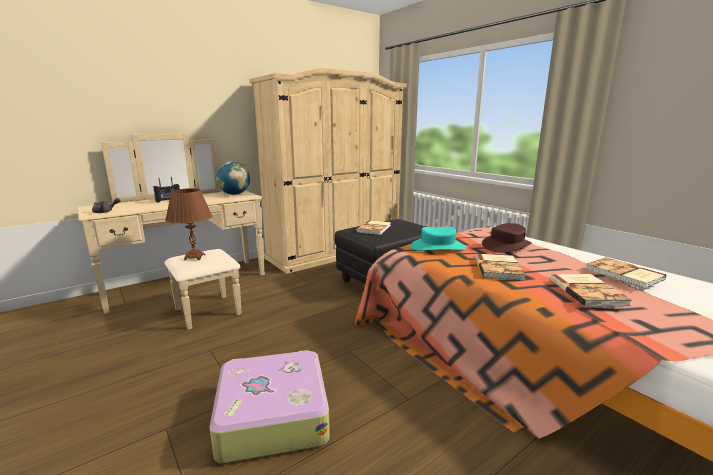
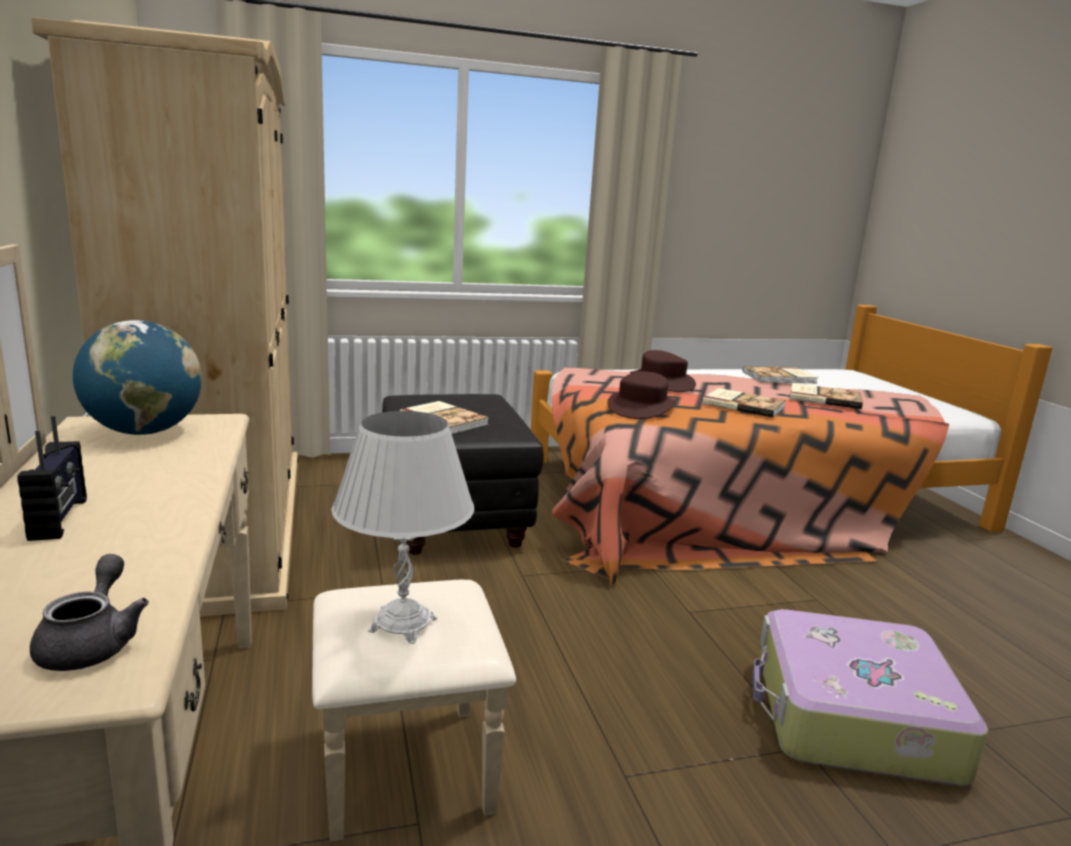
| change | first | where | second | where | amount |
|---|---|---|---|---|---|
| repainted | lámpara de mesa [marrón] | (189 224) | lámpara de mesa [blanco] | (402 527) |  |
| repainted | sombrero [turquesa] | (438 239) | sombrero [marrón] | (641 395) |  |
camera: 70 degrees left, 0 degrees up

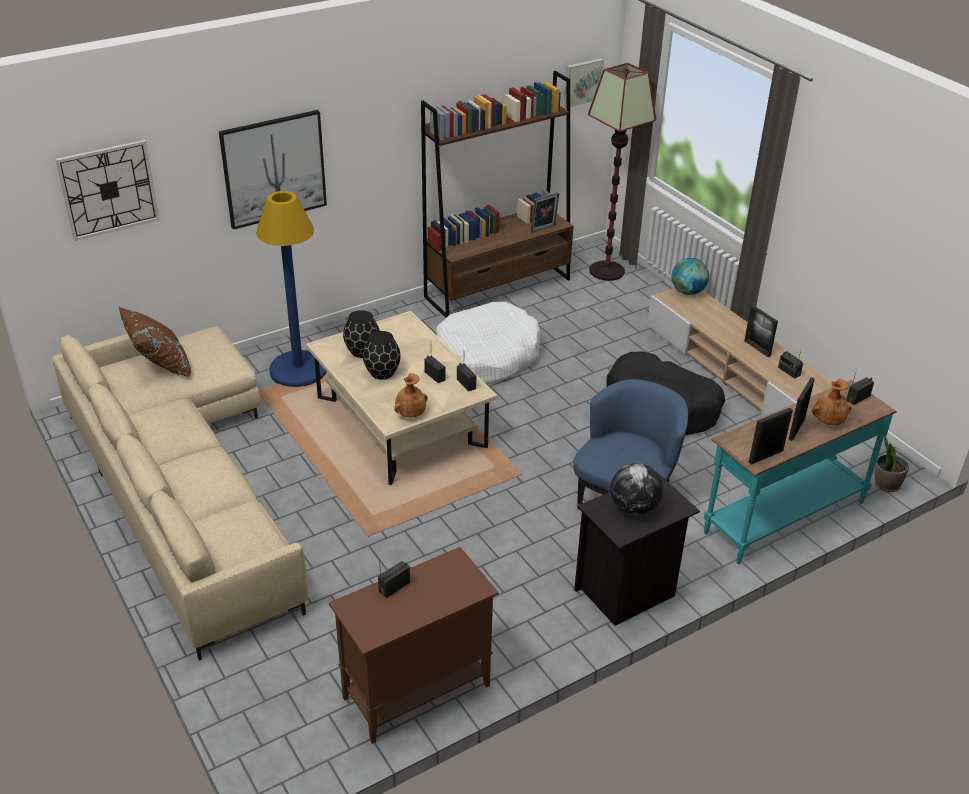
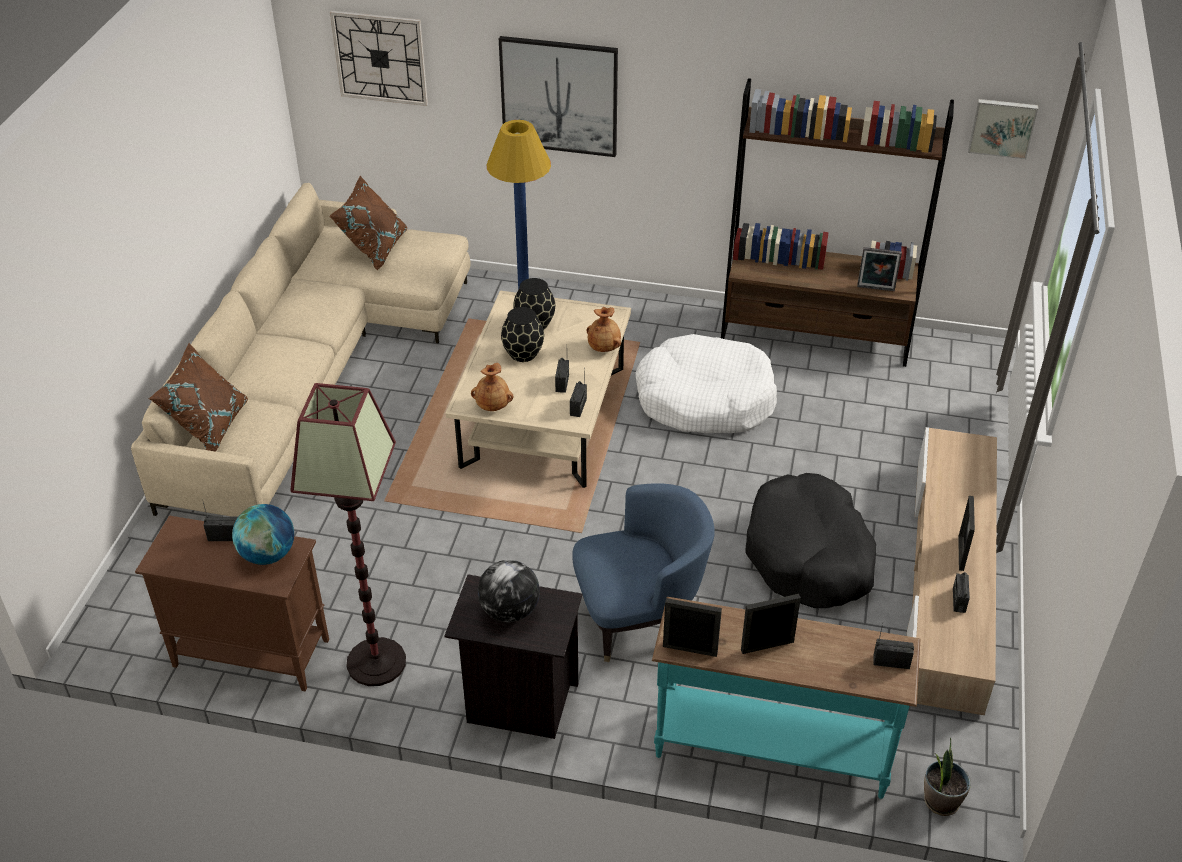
| change | first | where | second | where | amount |
|---|---|---|---|---|---|
| new |  |  | cojín [marrón] | (198 397) |  |
| shifted | lámpara de pie | (622 172) |  | (348 534) |  |
| shifted | globo terráqueo | (690 276) |  | (263 534) |  |
| shifted | florero [marrón] | (832 402) |  | (604 329) |  |
camera: 45 degrees right, 5 degrees up

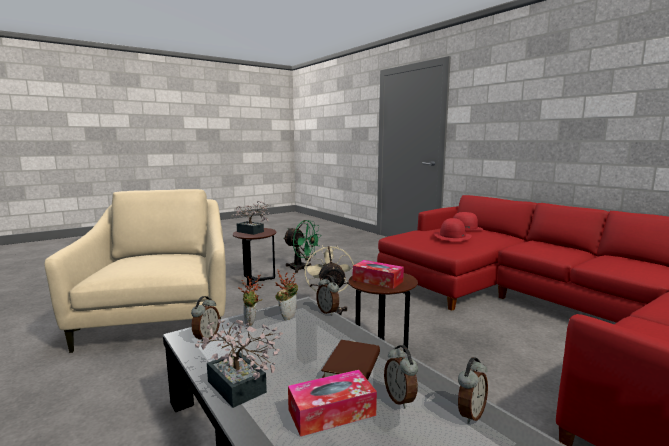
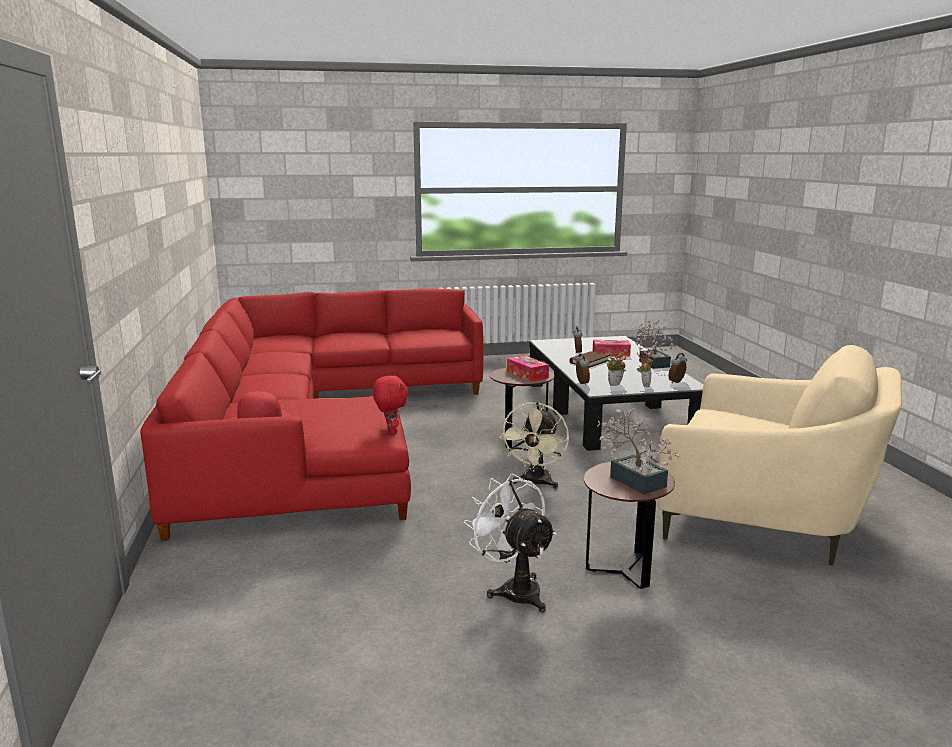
| change | first | where | second | where | amount |
|---|---|---|---|---|---|
| gone | sombrero [rojo] | (453 229) |  |  |  |
| gone | despertador | (473 390) |  |  |  |
| new |  |  | peluche [rojo] | (390 405) |  |
| repainted | ventilador [verde] | (302 246) | ventilador [blanco] | (510 542) |  |
| rotated | sillón [beis] | (135 271) |  | (780 455) | 75 degrees counterclockwise |
camera: 155 degrees left, 5 degrees up

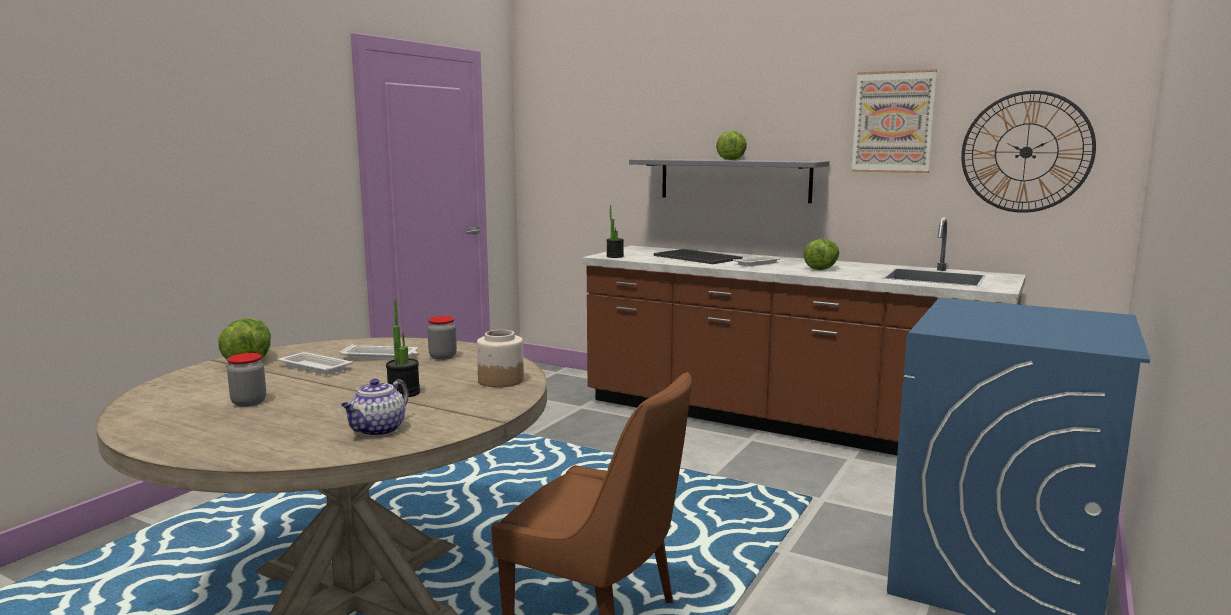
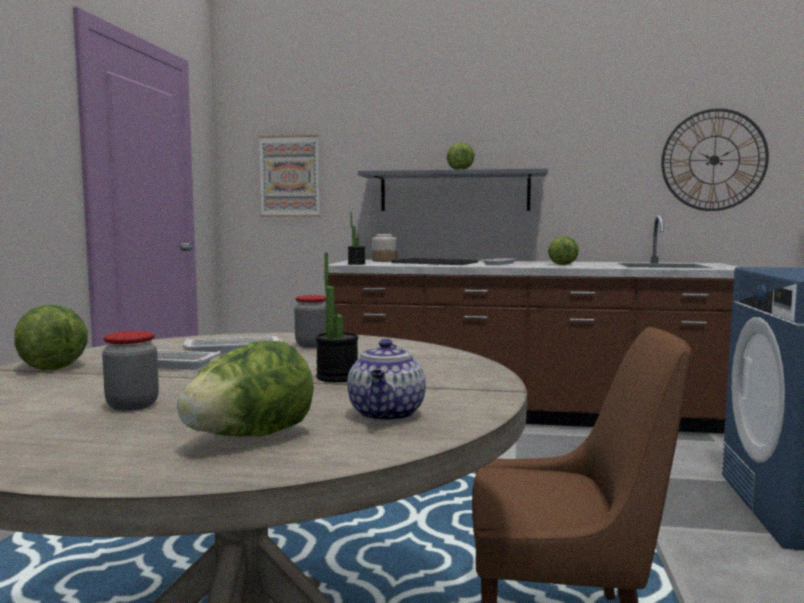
| change | first | where | second | where | amount |
|---|---|---|---|---|---|
| new |  |  | lechuga | (245 388) |  |
| shifted | tarro | (500 359) |  | (384 248) |  |
| shifted | cuadro | (894 121) |  | (289 176) |  |
camera: 20 degrees left, 5 degrees down

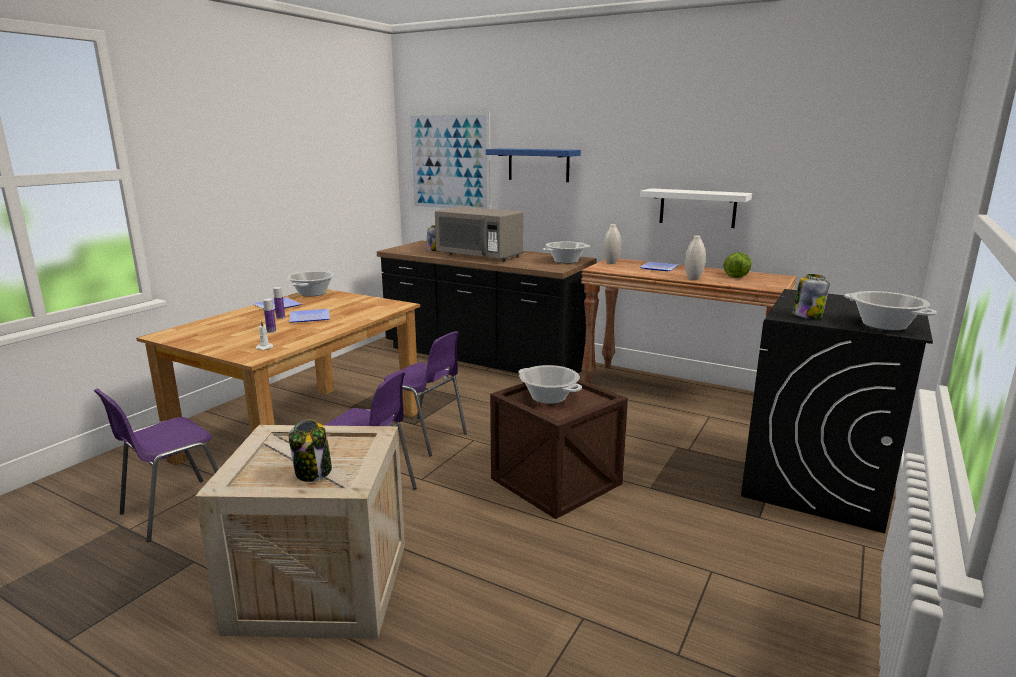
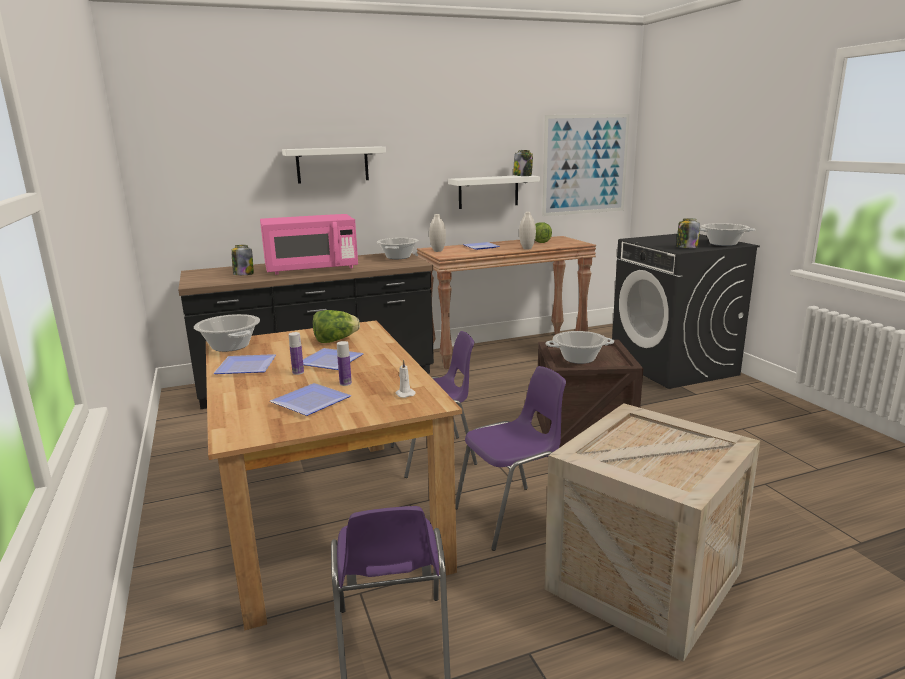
| change | first | where | second | where | amount |
|---|---|---|---|---|---|
| new |  |  | plato | (310 399) |  |
| new |  |  | lechuga | (336 326) |  |
| shifted | tarro | (310 451) |  | (523 163) |  |
| shifted | cuadro | (449 161) |  | (586 165) |  |
| repainted | microondas [gris] | (479 234) | microondas [rosa] | (309 244) |  |
| repainted | estante [azul] | (533 165) | estante [blanco] | (334 165) |  |
camera: 50 degrees left, 0 degrees up

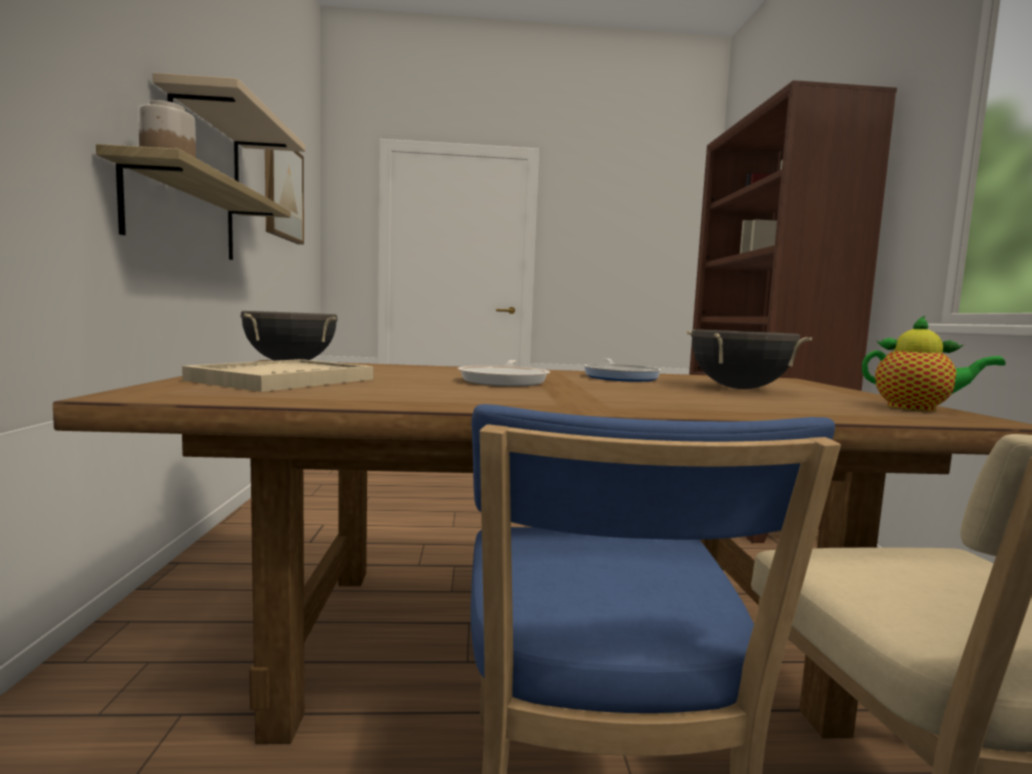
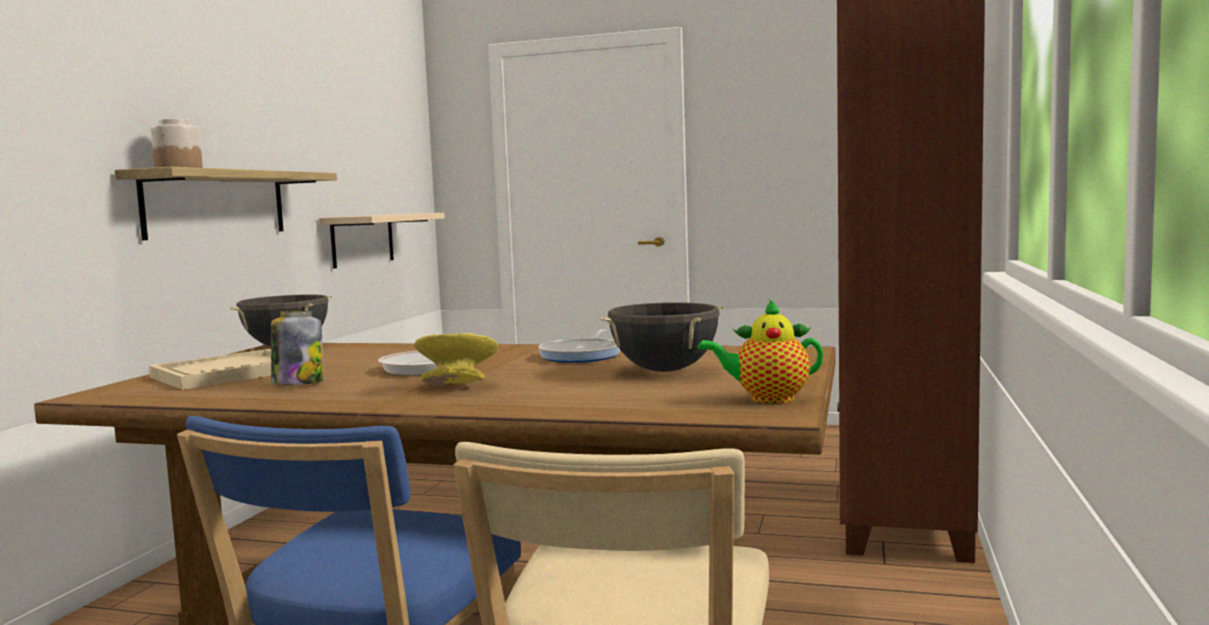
| change | first | where | second | where | amount |
|---|---|---|---|---|---|
| gone | cuadro | (284 197) |  |  |  |
| new |  |  | tarro | (297 348) |  |
| new |  |  | cuenco [amarillo] | (456 359) |  |
| shifted | estante [beis] | (229 127) |  | (382 240) |  |
| rotated | tetera | (934 363) |  | (760 351) | 135 degrees clockwise |
camera: 20 degrees right, 0 degrees up

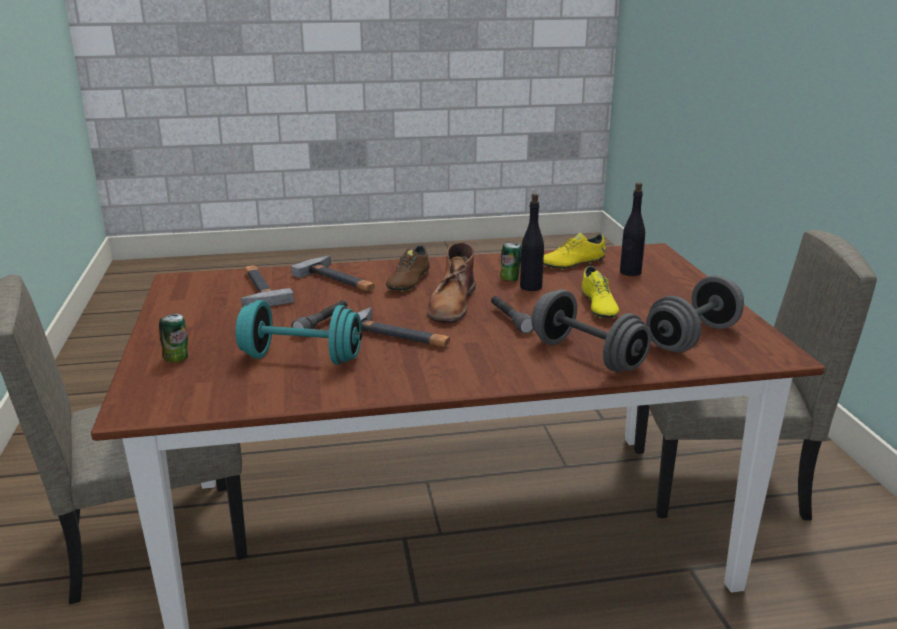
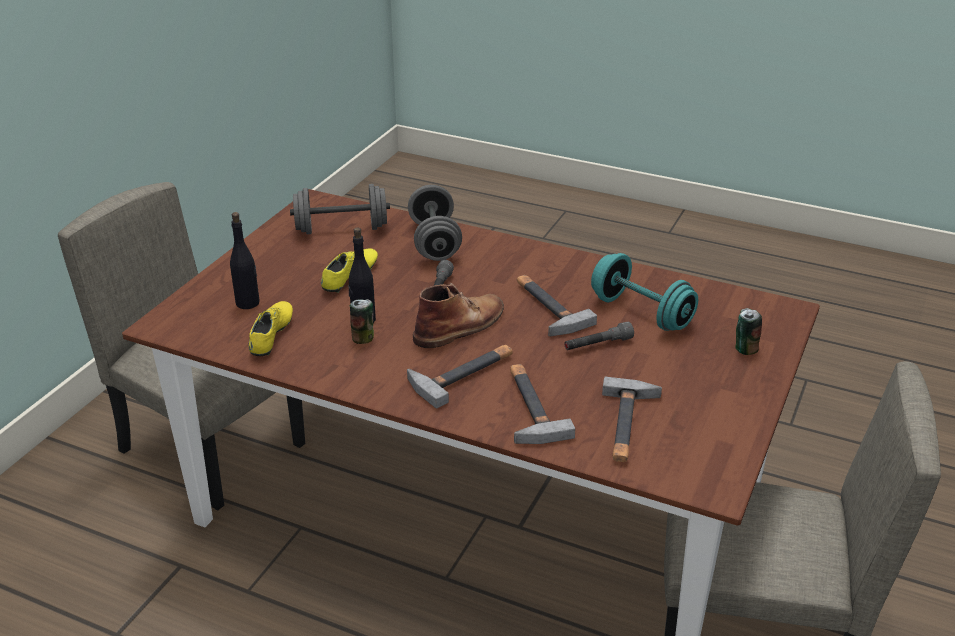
| change | first | where | second | where | amount |
|---|---|---|---|---|---|
| swapped | zapato [marrón] | (408 268) | martillo | (460 376) |  |
| rotated | zapato [amarillo] | (574 251) |  | (270 328) | 90 degrees counterclockwise |
camera: 145 degrees left, 10 degrees up

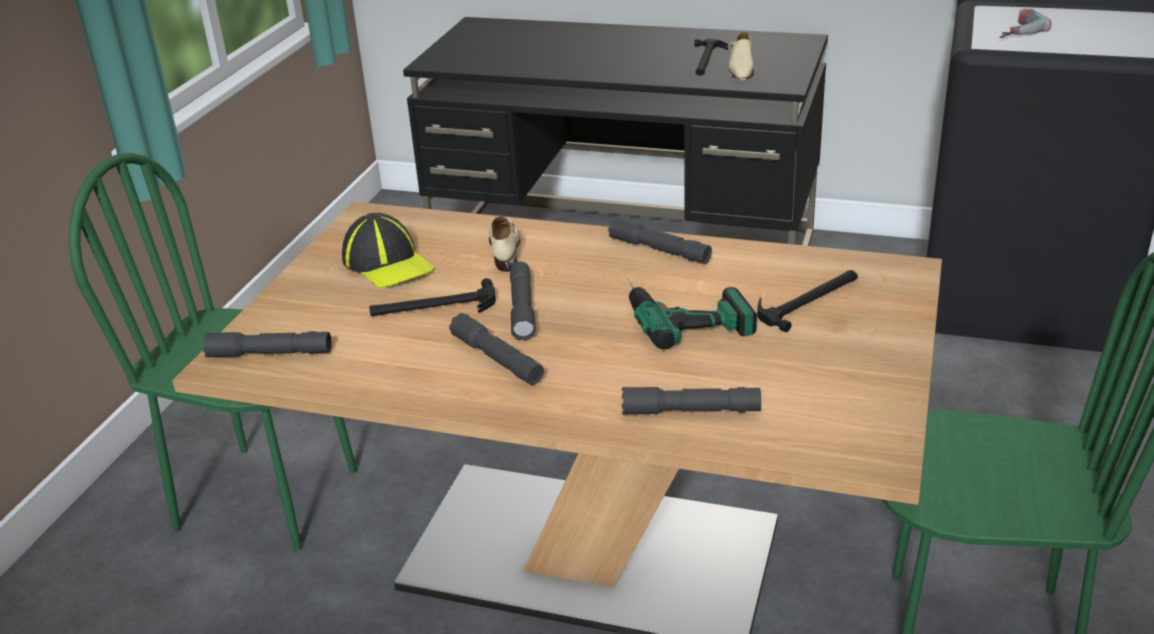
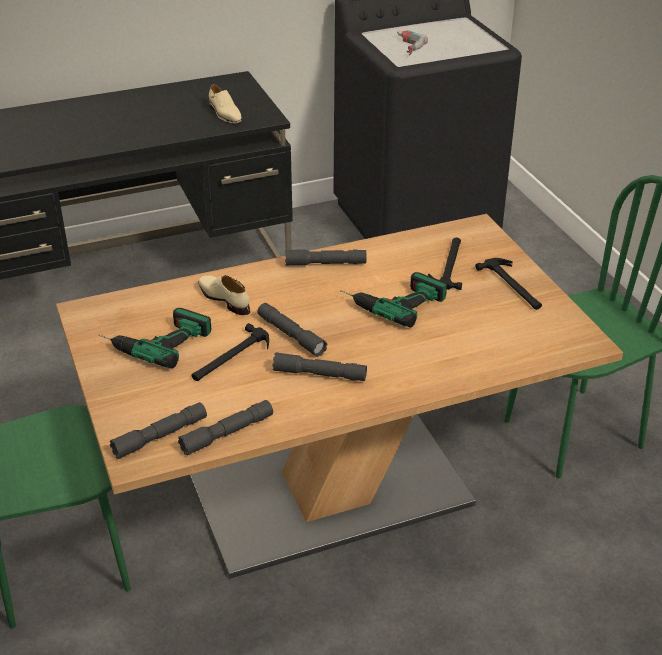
| change | first | where | second | where | amount |
|---|---|---|---|---|---|
| shifted | linterna [gris] | (691 401) |  | (225 428) |  |
| shifted | martillo | (711 57) |  | (508 284) |  |
| swapped | gorra | (388 250) | taladro | (154 338) |  |
camera: 40 degrees left, 5 degrees up

